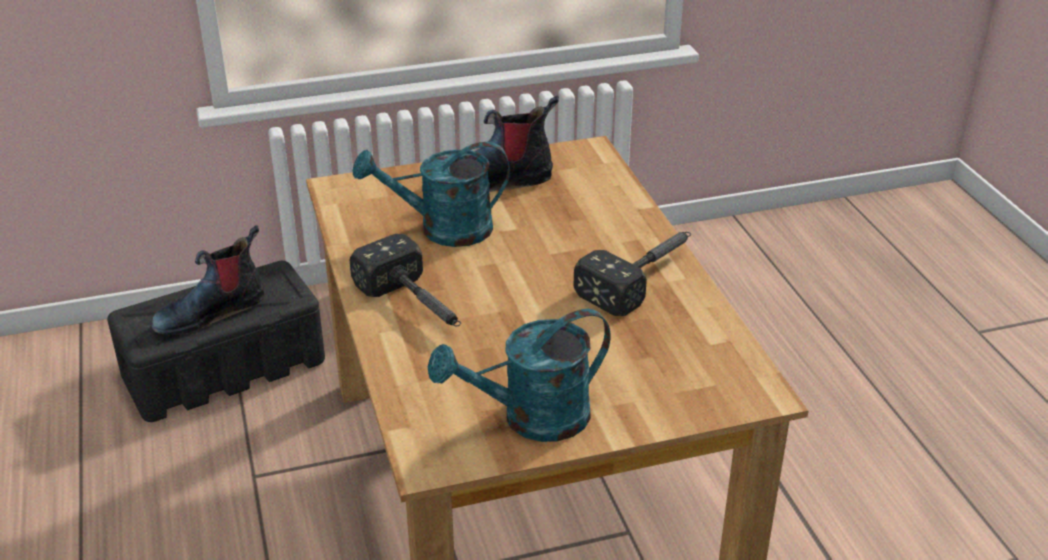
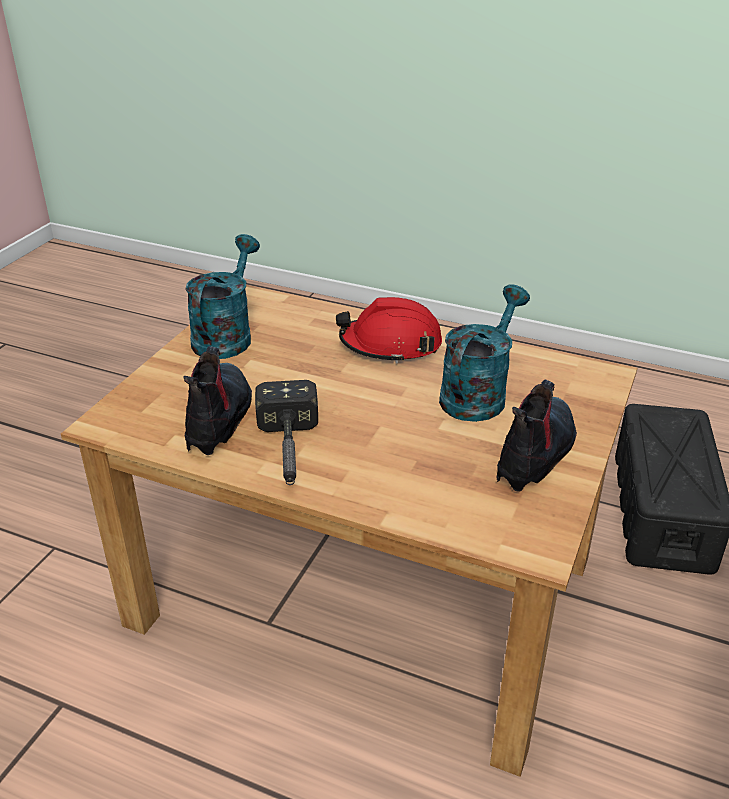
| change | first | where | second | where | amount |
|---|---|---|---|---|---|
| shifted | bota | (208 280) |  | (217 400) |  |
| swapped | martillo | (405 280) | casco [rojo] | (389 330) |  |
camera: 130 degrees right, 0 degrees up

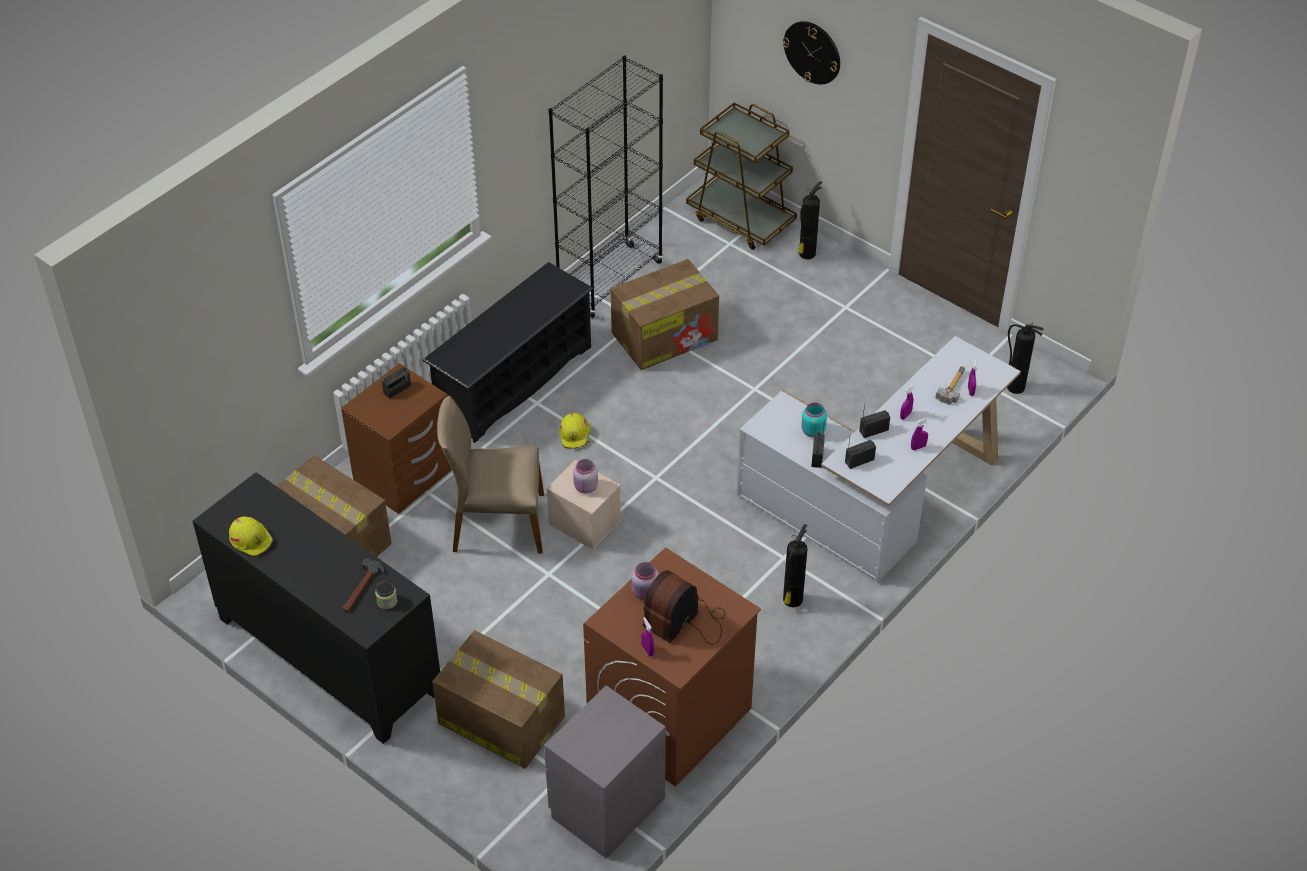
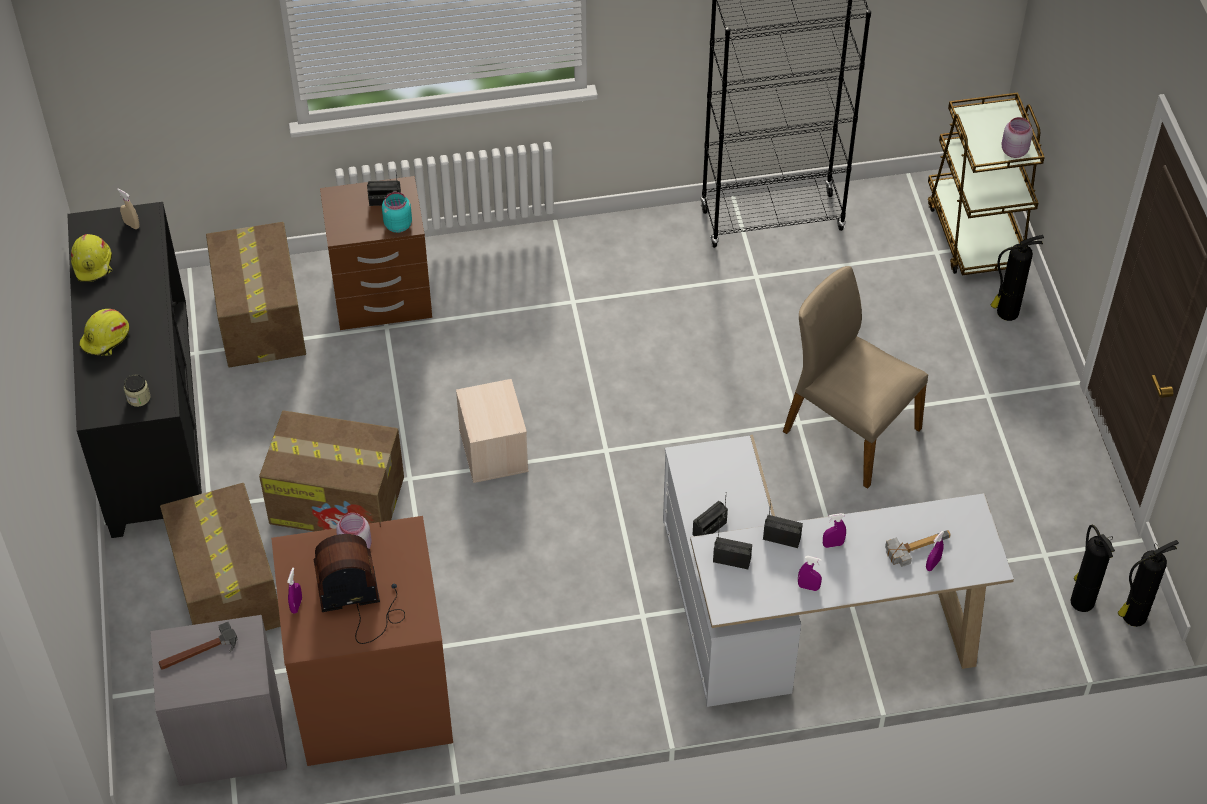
| change | first | where | second | where | amount |
|---|---|---|---|---|---|
| gone | zapatero [negro] | (508 352) |  |  |  |
| gone | reloj de pared | (811 53) |  |  |  |
| new |  |  | pulverizador [beis] | (128 208) |  |
| shifted | martillo | (363 585) |  | (198 646) |  |
| shifted | silla [beis] | (490 474) |  | (855 377) |  |
| shifted | casco [amarillo] | (574 430) |  | (104 332) |  |
| shifted | tarro [rosa] | (585 476) |  | (1017 137) |  |
| shifted | caja de cartón | (665 314) |  | (331 470) |  |
| shifted | extintor | (795 566) |  | (1148 583) |  |
| shifted | tarro [turquesa] | (814 420) |  | (397 212) |  |
camera: 40 degrees right, 5 degrees up

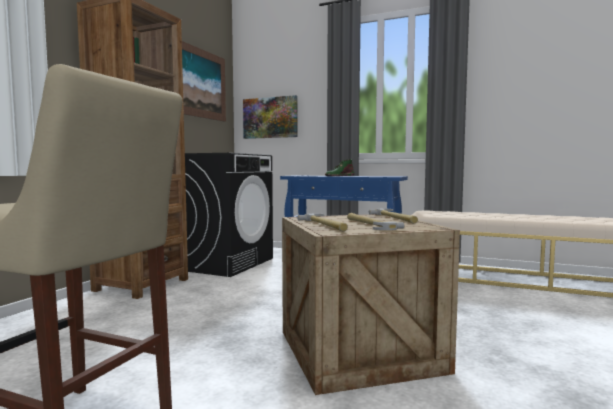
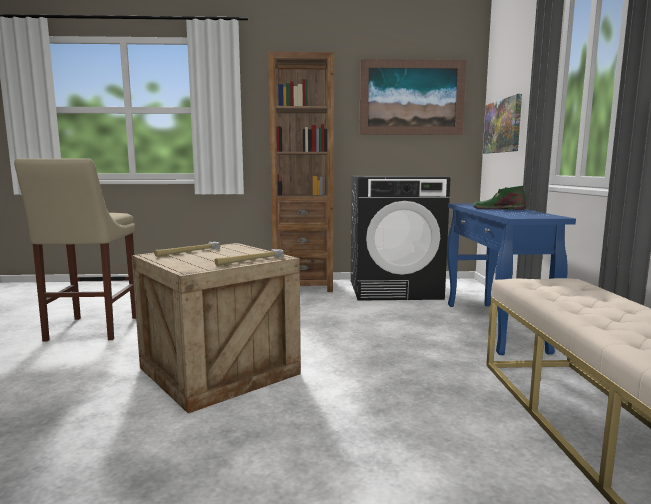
| change | first | where | second | where | amount |
|---|---|---|---|---|---|
| gone | martillo | (376 221) |  |  |  |
camera: 65 degrees right, 5 degrees up

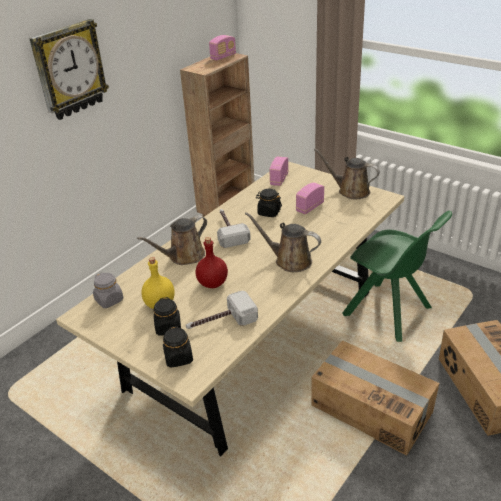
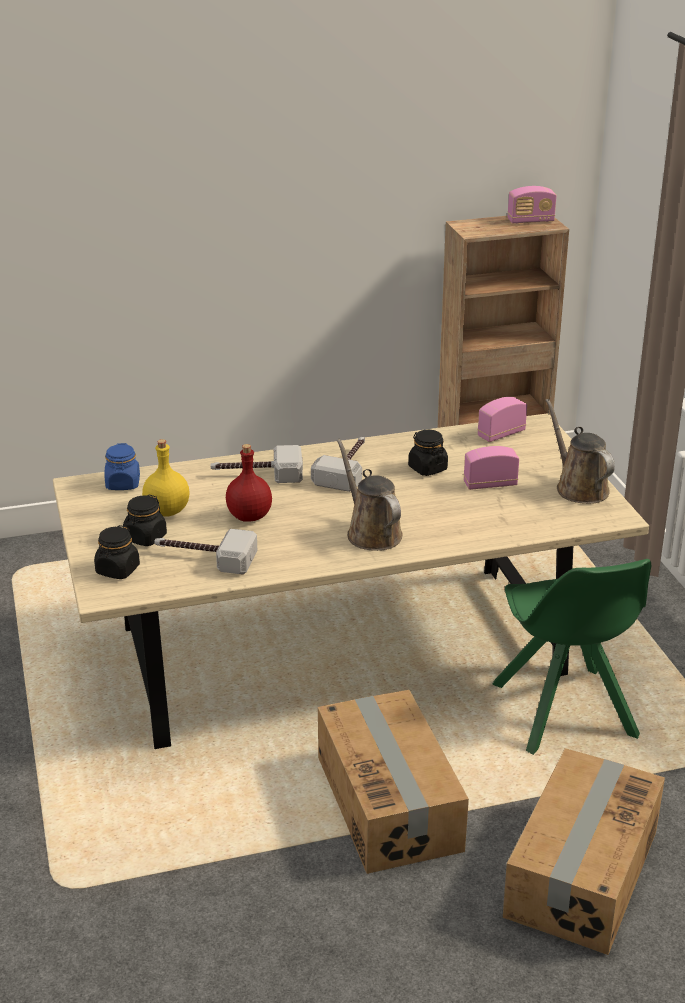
| change | first | where | second | where | amount |
|---|---|---|---|---|---|
| gone | reloj de pared | (69 69) |  |  |  |
| swapped | regadera [marrón] | (172 240) | martillo | (257 464) |  |
| repainted | tarro [gris] | (108 290) | tarro [azul] | (122 466) |  |
camera: 35 degrees right, 5 degrees down

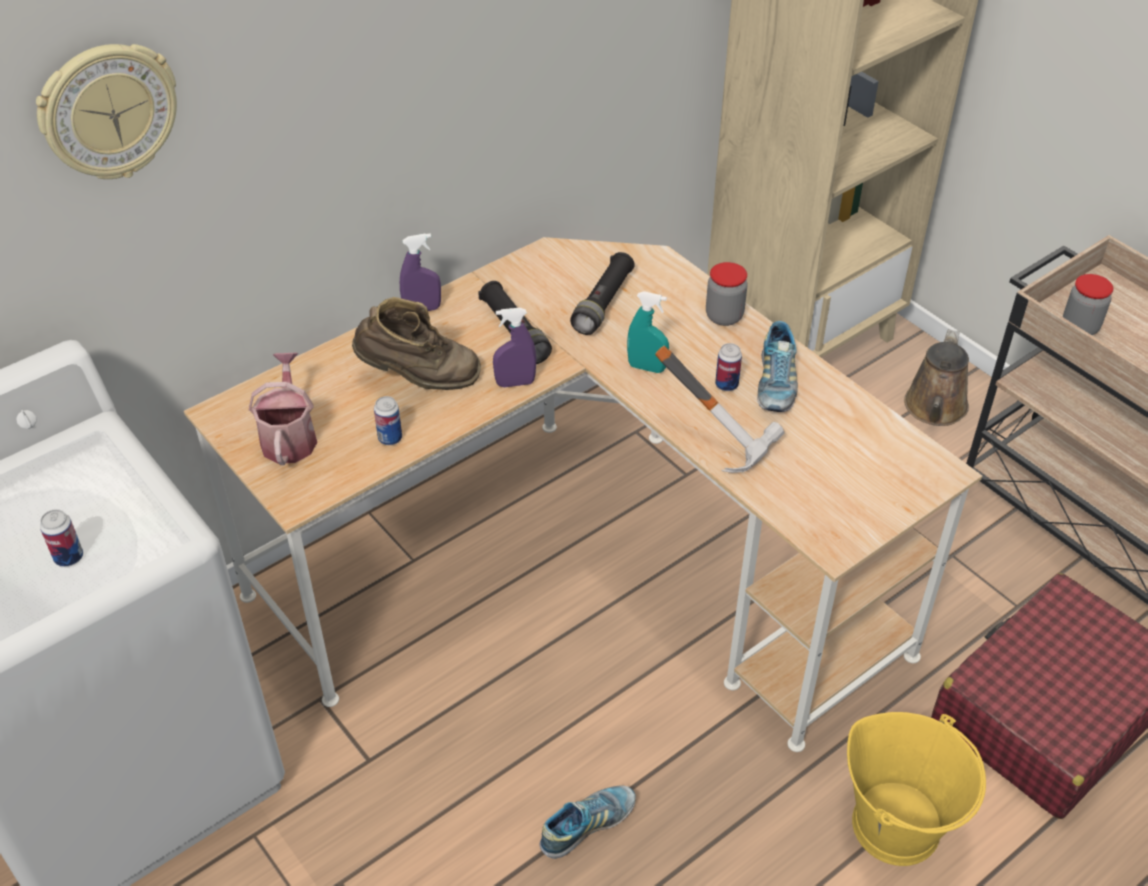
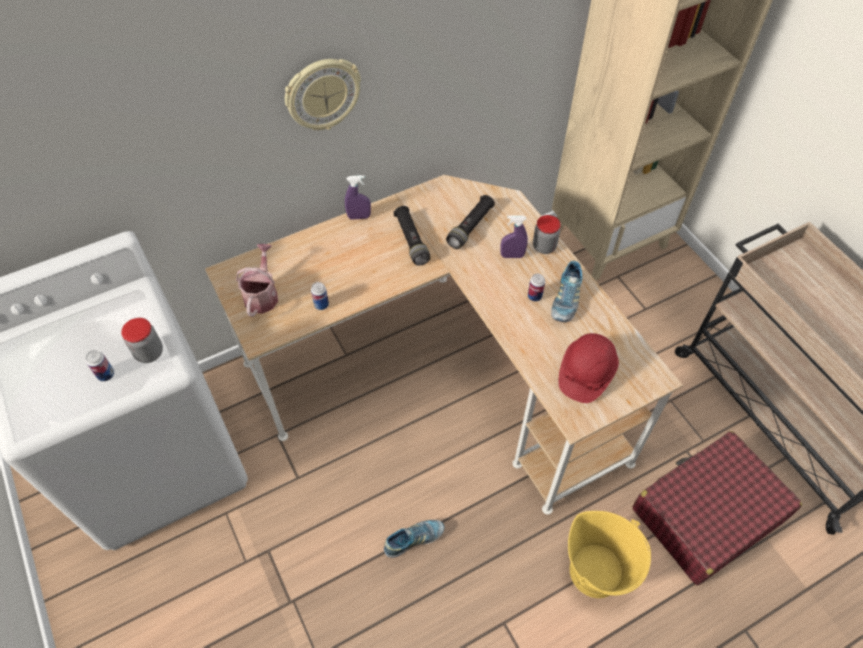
| change | first | where | second | where | amount |
|---|---|---|---|---|---|
| gone | bota [marrón] | (416 343) |  |  |  |
| gone | pulverizador [turquesa] | (648 332) |  |  |  |
| gone | martillo | (720 409) |  |  |  |
| gone | regadera [marrón] | (936 377) |  |  |  |
| new |  |  | casco [rojo] | (589 368) |  |
| shifted | reloj de pared | (106 111) |  | (323 94) |  |
| shifted | pulverizador [morado] | (514 347) |  | (514 236) |  |
| shifted | tarro | (1088 304) |  | (142 340) |  |
camera: 10 degrees right, 10 degrees up

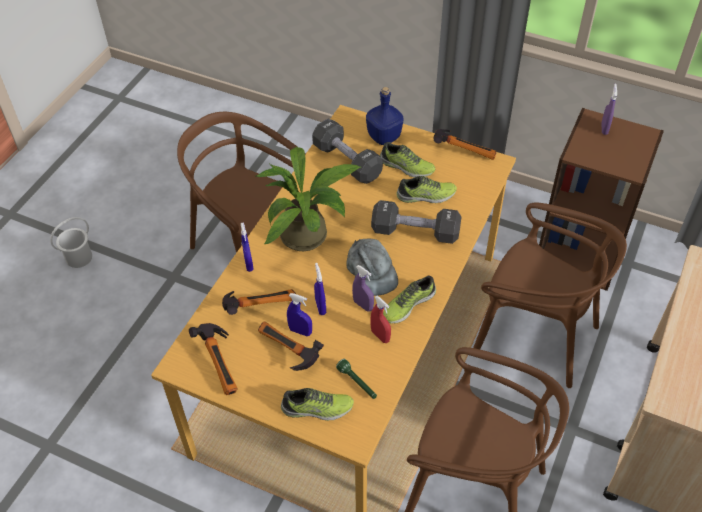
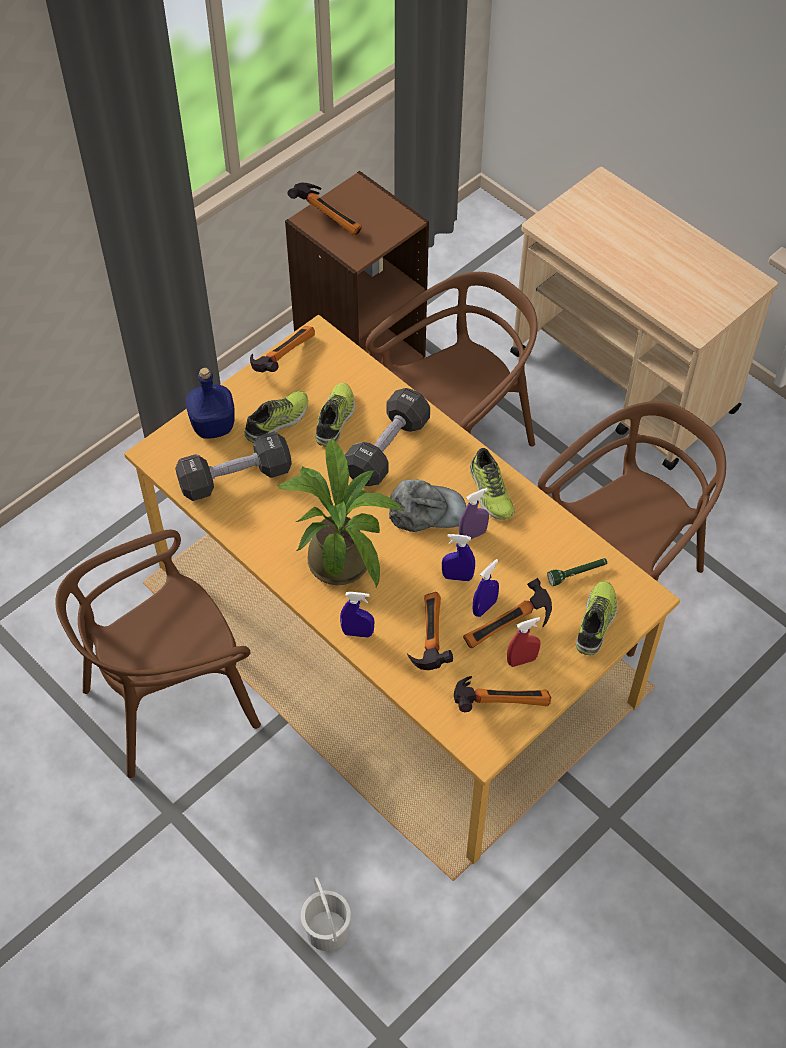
| change | first | where | second | where | amount |
|---|---|---|---|---|---|
| shifted | cubo [blanco] | (71 242) |  | (326 914) |  |
| shifted | pulverizador [rojo] | (380 319) |  | (524 642) |  |
| swapped | pulverizador [morado] | (609 109) | martillo | (324 209) |  |
camera: 70 degrees left, 5 degrees up

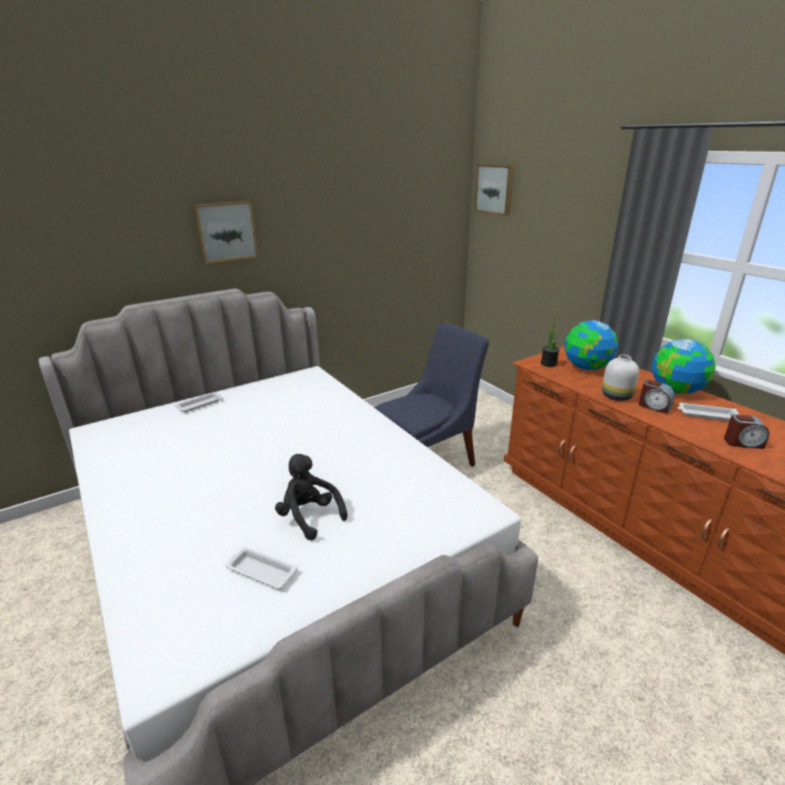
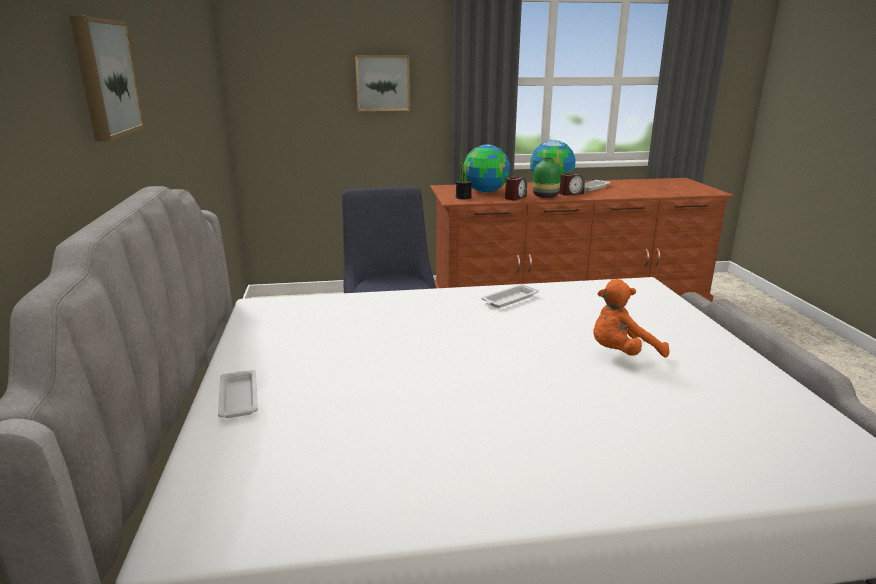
| change | first | where | second | where | amount |
|---|---|---|---|---|---|
| shifted | bandeja [blanco] | (261 568) |  | (510 296) |  |
| shifted | cuadro | (494 190) |  | (382 83) |  |
| shifted | despertador | (746 431) |  | (516 188) |  |
| repainted | peluche [negro] | (311 497) | peluche [naranja] | (631 318) |  |
| repainted | florero [blanco] | (620 378) | florero [verde] | (547 178) |  |
camera: 65 degrees left, 5 degrees down

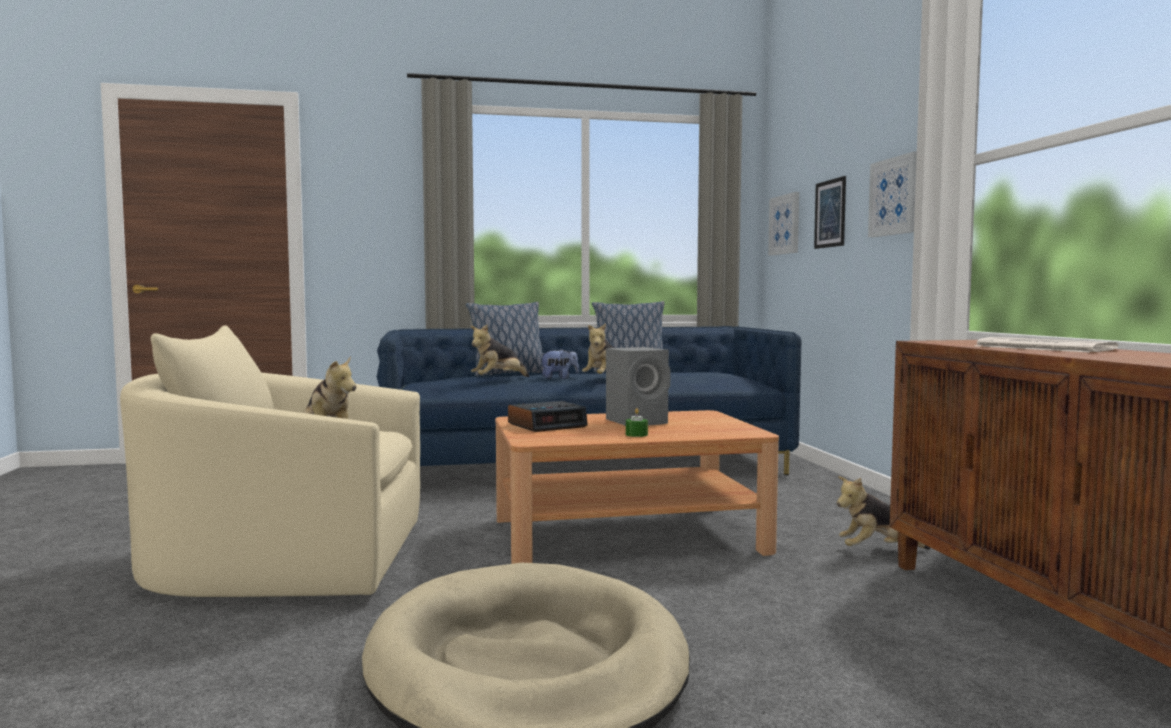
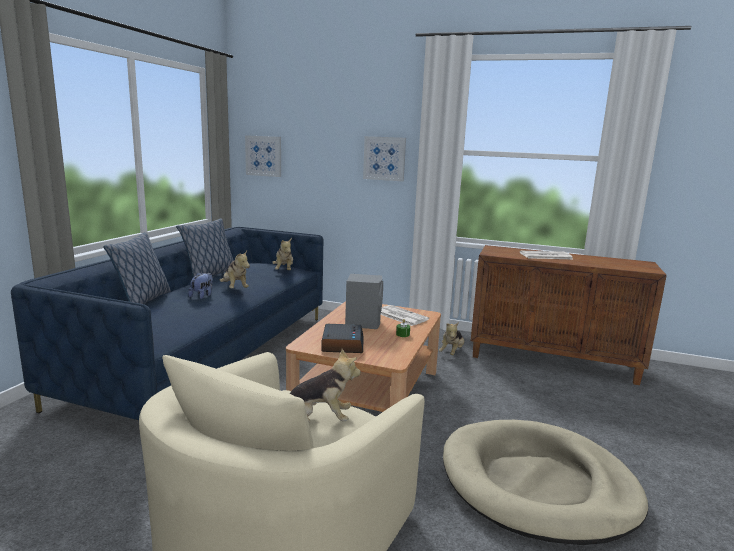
| change | first | where | second | where | amount |
|---|---|---|---|---|---|
| gone | cuadro | (830 212) |  |  |  |
| new |  |  | periódico | (405 315) |  |
| shifted | peluche | (500 350) |  | (282 254) |  |
camera: 60 degrees left, 10 degrees up

